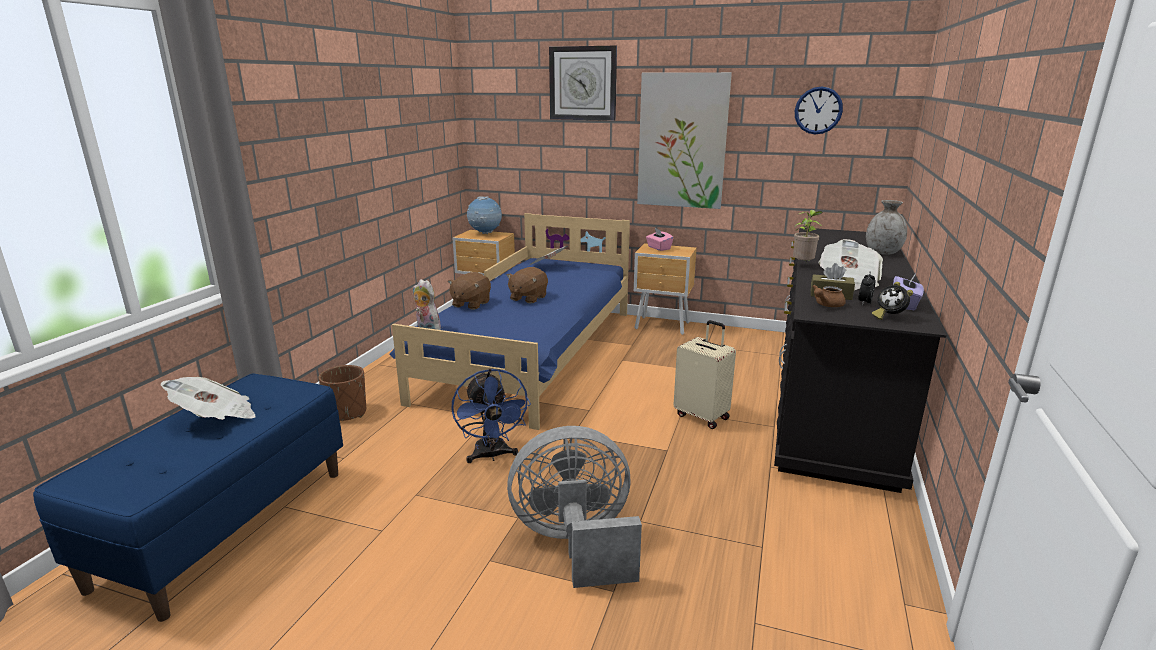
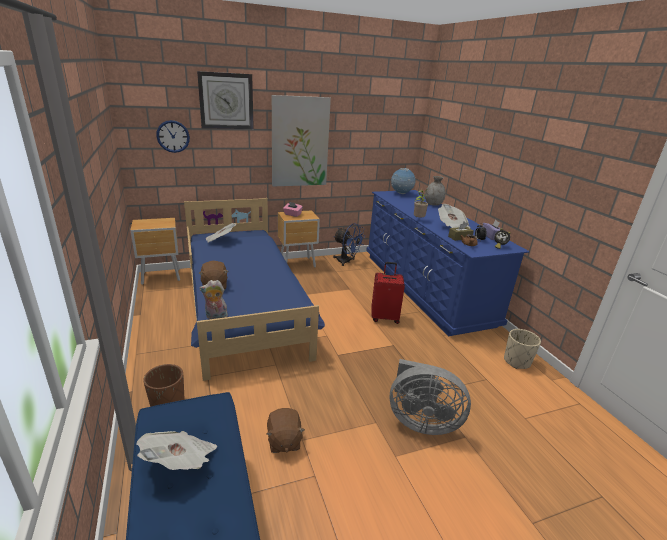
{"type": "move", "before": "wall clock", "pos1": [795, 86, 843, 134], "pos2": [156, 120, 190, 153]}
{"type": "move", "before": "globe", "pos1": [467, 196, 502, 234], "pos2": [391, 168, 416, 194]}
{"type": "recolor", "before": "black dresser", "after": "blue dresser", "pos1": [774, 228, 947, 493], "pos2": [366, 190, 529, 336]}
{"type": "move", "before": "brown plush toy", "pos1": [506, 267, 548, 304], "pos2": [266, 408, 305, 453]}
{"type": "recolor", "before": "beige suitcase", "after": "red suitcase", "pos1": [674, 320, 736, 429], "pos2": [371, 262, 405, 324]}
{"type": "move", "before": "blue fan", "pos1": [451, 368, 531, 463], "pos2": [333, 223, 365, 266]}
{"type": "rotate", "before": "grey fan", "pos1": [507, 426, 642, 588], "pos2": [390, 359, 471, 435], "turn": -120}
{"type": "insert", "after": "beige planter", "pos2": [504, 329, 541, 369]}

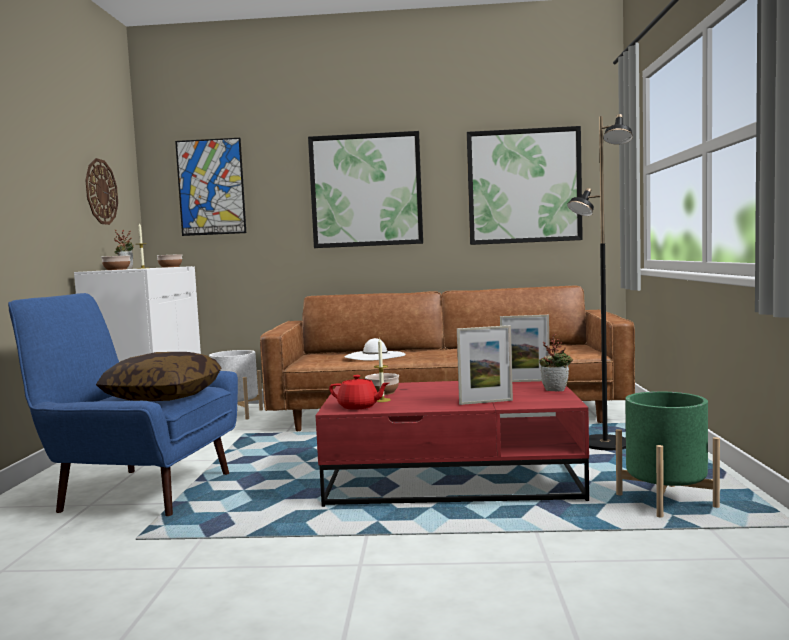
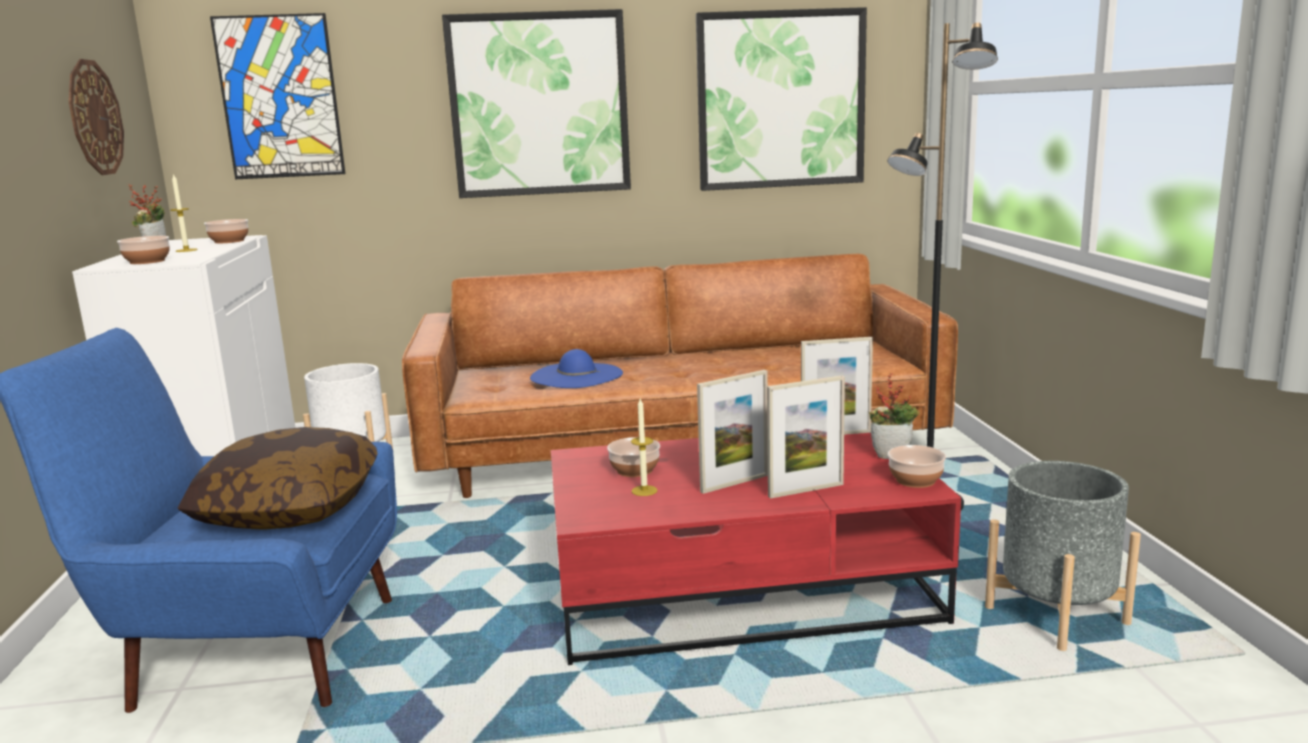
{"type": "recolor", "before": "white hat", "after": "blue hat", "pos1": [345, 338, 406, 361], "pos2": [530, 349, 623, 388]}
{"type": "delete", "before": "red teapot", "pos1": [329, 375, 389, 410]}
{"type": "recolor", "before": "green planter", "after": "grey planter", "pos1": [616, 391, 720, 518], "pos2": [985, 461, 1141, 651]}
{"type": "insert", "after": "picture frame", "pos2": [697, 370, 768, 494]}
{"type": "insert", "after": "bowl", "pos2": [888, 445, 946, 488]}

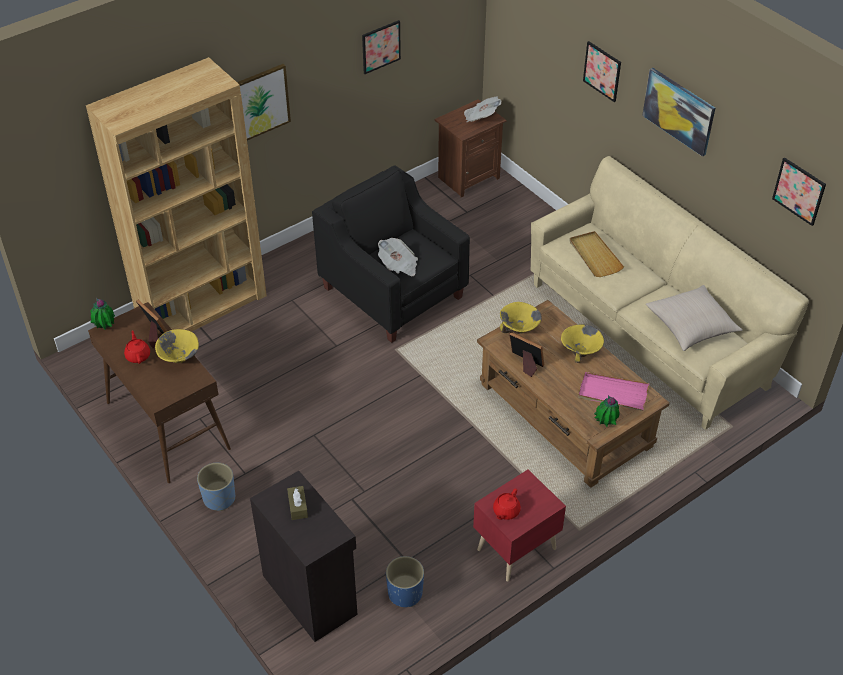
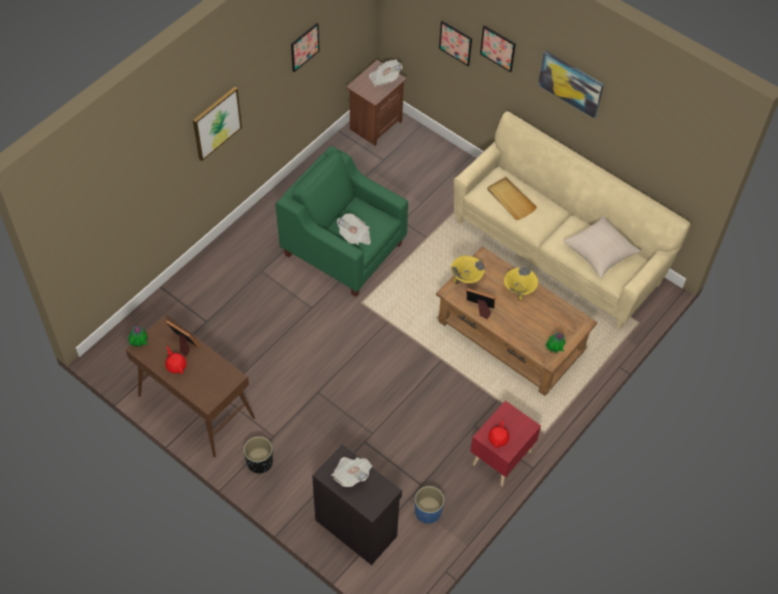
{"type": "delete", "before": "brown bookcase", "pos1": [86, 57, 267, 332]}
{"type": "move", "before": "picture", "pos1": [772, 157, 826, 226], "pos2": [439, 21, 472, 66]}
{"type": "recolor", "before": "black armchair", "after": "green armchair", "pos1": [312, 165, 470, 343], "pos2": [275, 146, 408, 297]}
{"type": "delete", "before": "yellow bowl", "pos1": [155, 329, 199, 363]}
{"type": "delete", "before": "pink tray", "pos1": [578, 372, 649, 411]}
{"type": "recolor", "before": "blue planter", "after": "black planter", "pos1": [197, 463, 235, 511], "pos2": [244, 436, 273, 473]}
{"type": "replace", "before": "brown tissue box", "after": "newspaper", "pos1": [287, 486, 308, 520], "pos2": [331, 457, 372, 487]}

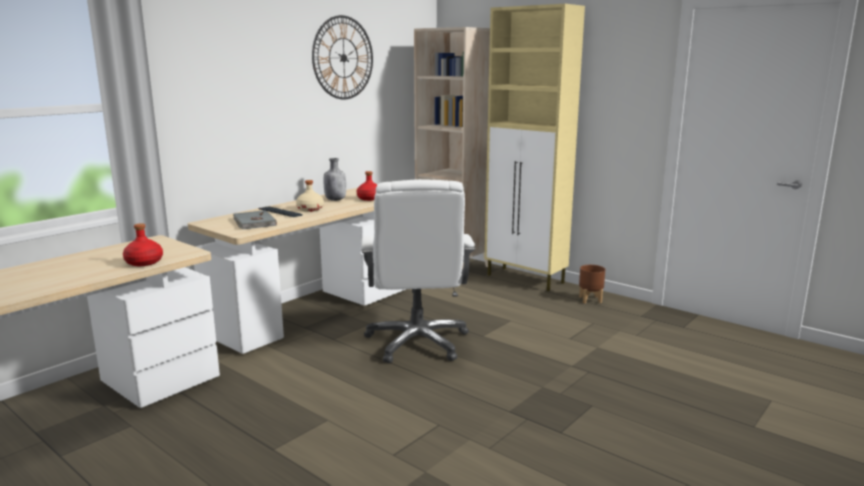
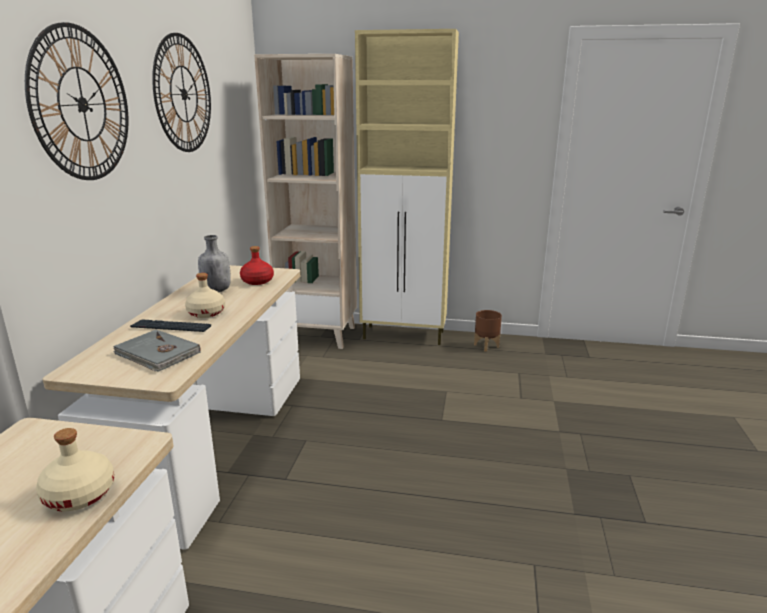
{"type": "delete", "before": "white office chair", "pos1": [361, 179, 475, 363]}
{"type": "recolor", "before": "red bottle", "after": "beige bottle", "pos1": [123, 223, 163, 266], "pos2": [36, 428, 114, 511]}
{"type": "insert", "after": "wall clock", "pos2": [25, 22, 128, 180]}

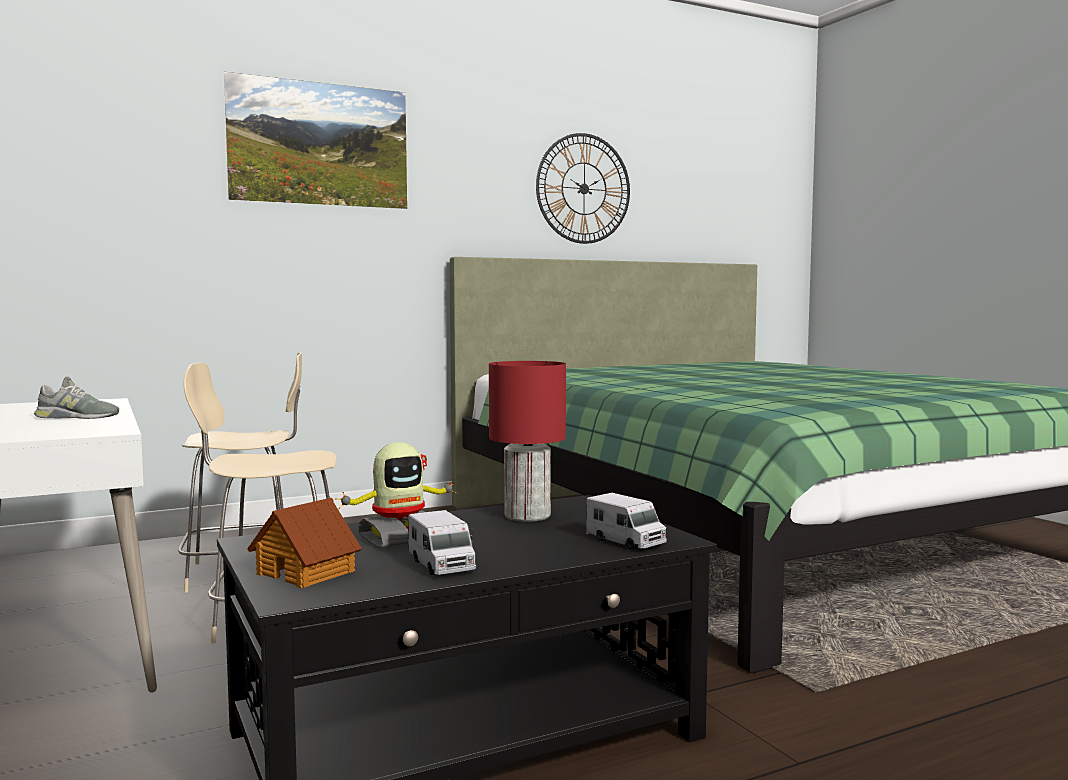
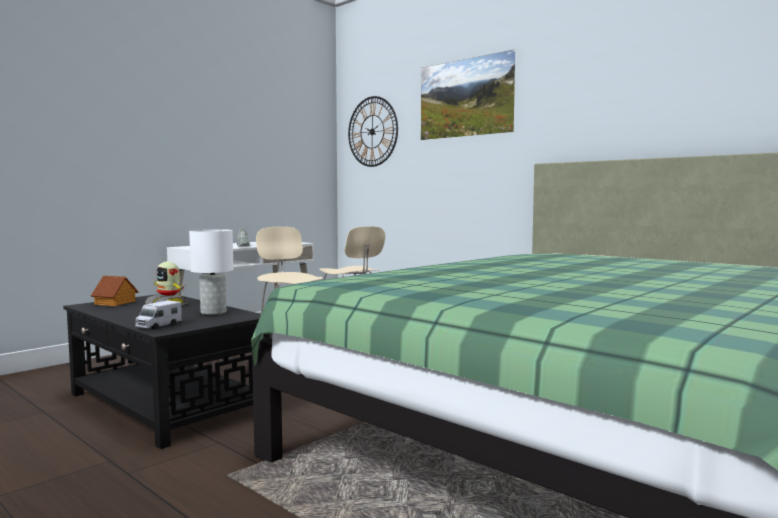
{"type": "move", "before": "wall clock", "pos1": [536, 133, 630, 244], "pos2": [348, 96, 398, 167]}
{"type": "recolor", "before": "red table lamp", "after": "white table lamp", "pos1": [489, 361, 566, 522], "pos2": [189, 229, 234, 315]}
{"type": "delete", "before": "toy truck", "pos1": [409, 510, 476, 575]}

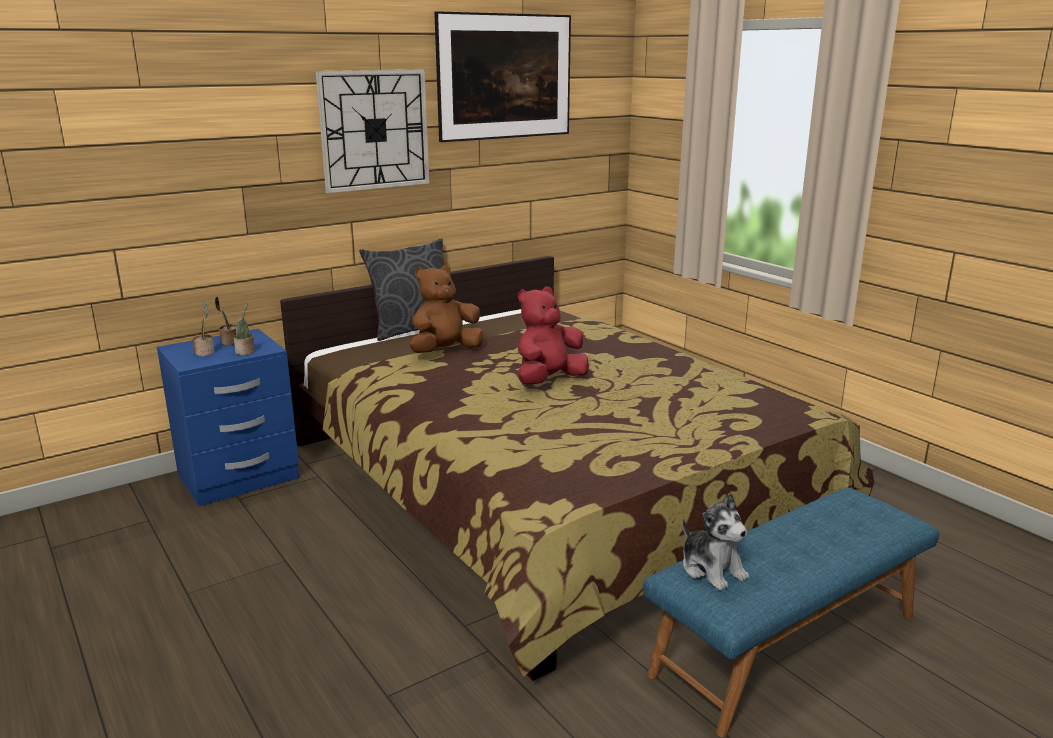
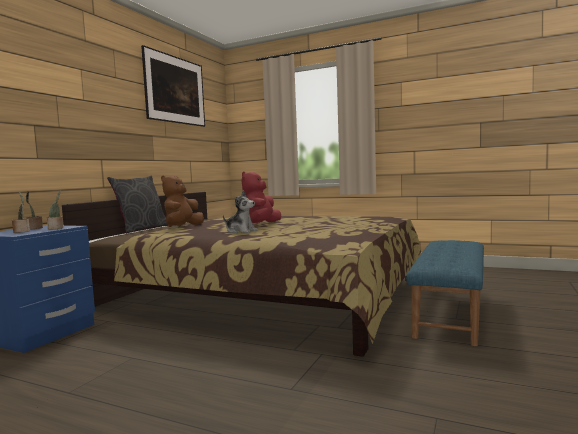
{"type": "delete", "before": "wall clock", "pos1": [316, 70, 429, 193]}
{"type": "move", "before": "plush toy", "pos1": [683, 493, 749, 591], "pos2": [223, 190, 258, 233]}

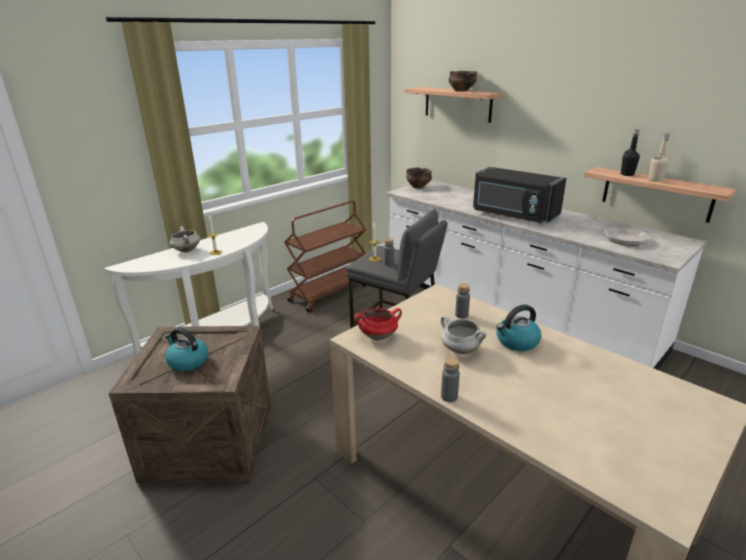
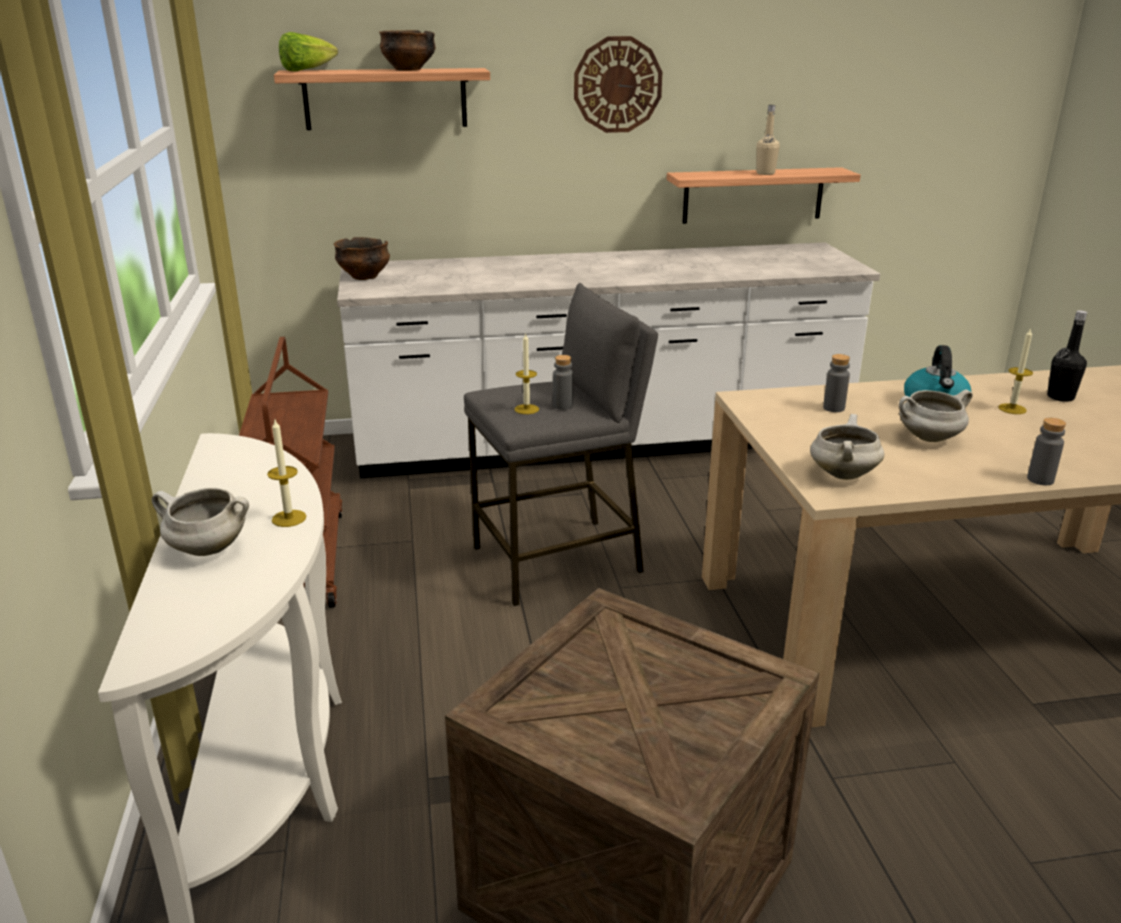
{"type": "move", "before": "black bottle", "pos1": [621, 130, 640, 176], "pos2": [1047, 310, 1087, 402]}
{"type": "delete", "before": "black microwave", "pos1": [473, 167, 567, 224]}
{"type": "delete", "before": "frying pan", "pos1": [584, 219, 650, 246]}
{"type": "recolor", "before": "red cooking pot", "after": "white cooking pot", "pos1": [354, 308, 402, 341], "pos2": [810, 414, 884, 480]}
{"type": "delete", "before": "kettle", "pos1": [165, 327, 208, 371]}
{"type": "insert", "after": "lettuce", "pos2": [279, 32, 338, 72]}
{"type": "insert", "after": "wall clock", "pos2": [574, 36, 662, 133]}
{"type": "insert", "after": "candle", "pos2": [998, 328, 1033, 414]}

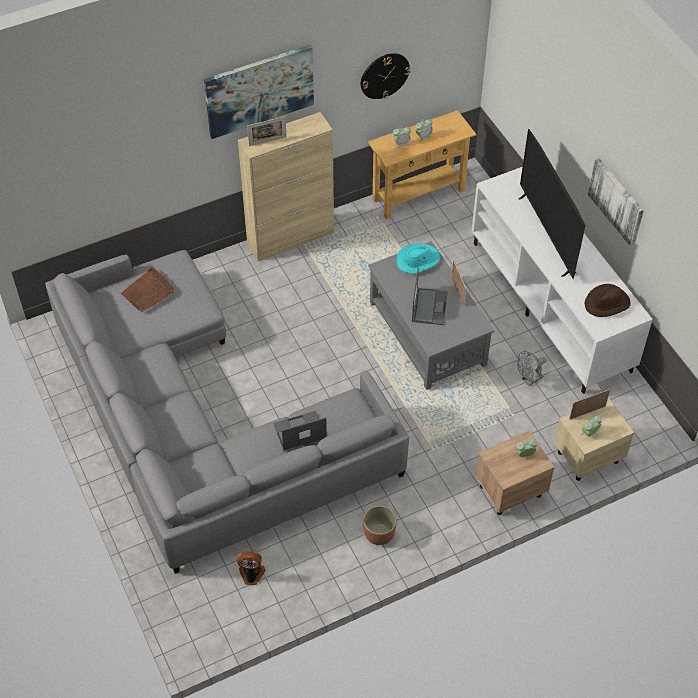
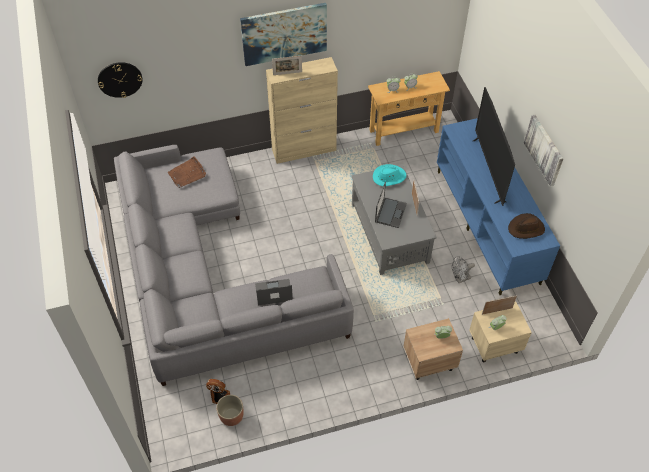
{"type": "move", "before": "wall clock", "pos1": [361, 53, 410, 99], "pos2": [98, 62, 142, 98]}
{"type": "recolor", "before": "white tv stand", "after": "blue tv stand", "pos1": [472, 167, 653, 394], "pos2": [437, 118, 560, 295]}
{"type": "move", "before": "planter", "pos1": [363, 506, 397, 545], "pos2": [216, 395, 244, 426]}

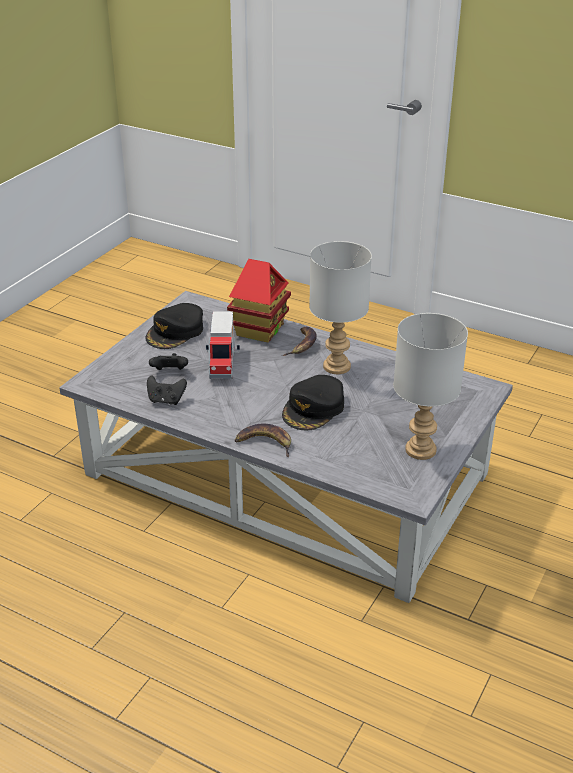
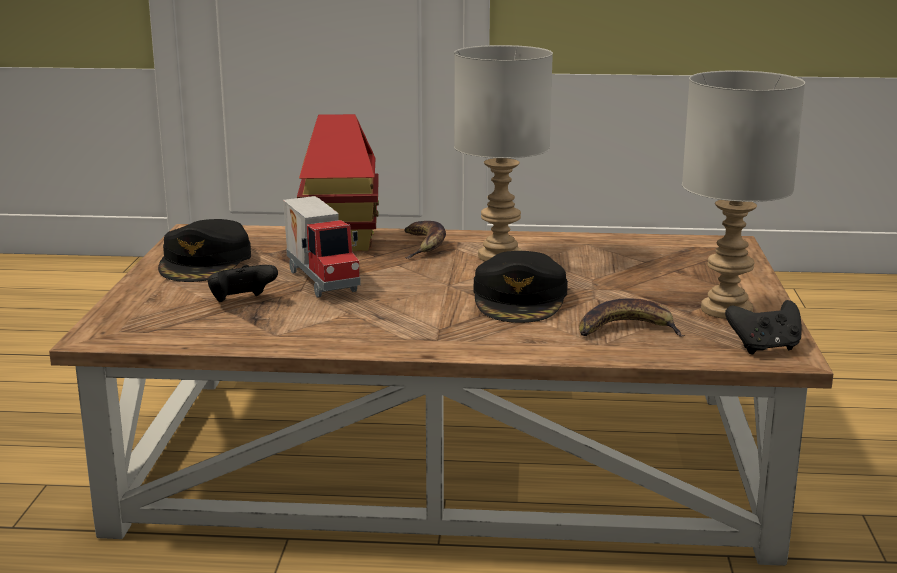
{"type": "recolor", "before": "grey coffee table", "after": "brown coffee table", "pos1": [59, 291, 513, 603], "pos2": [49, 224, 833, 566]}
{"type": "move", "before": "black game controller", "pos1": [147, 375, 187, 405], "pos2": [725, 300, 801, 355]}
{"type": "move", "before": "banana", "pos1": [234, 424, 291, 457], "pos2": [579, 298, 685, 337]}

